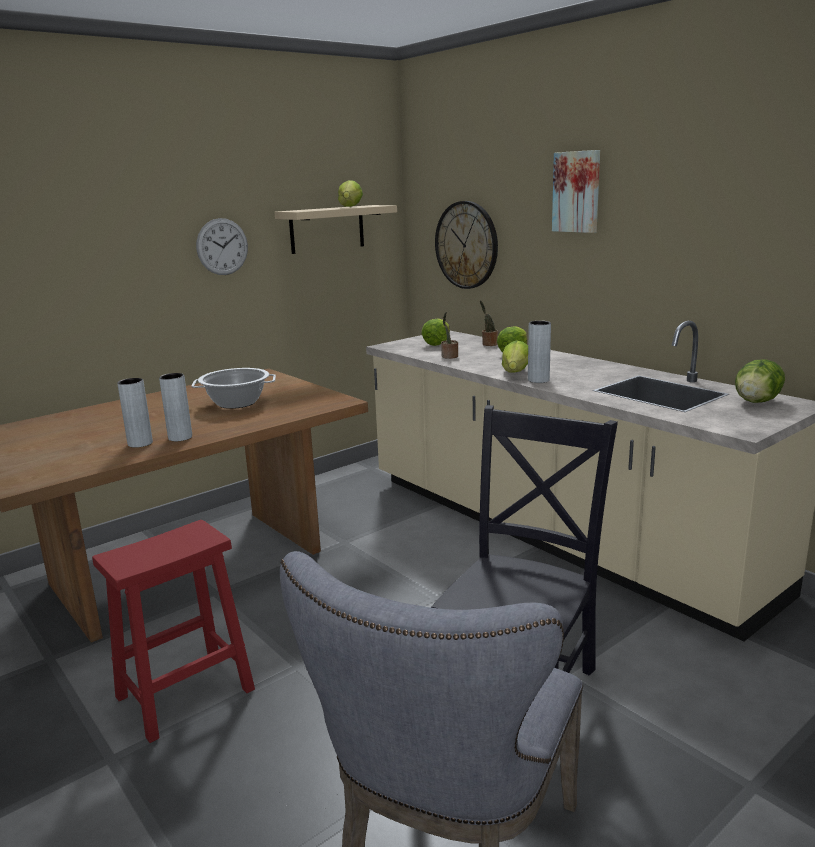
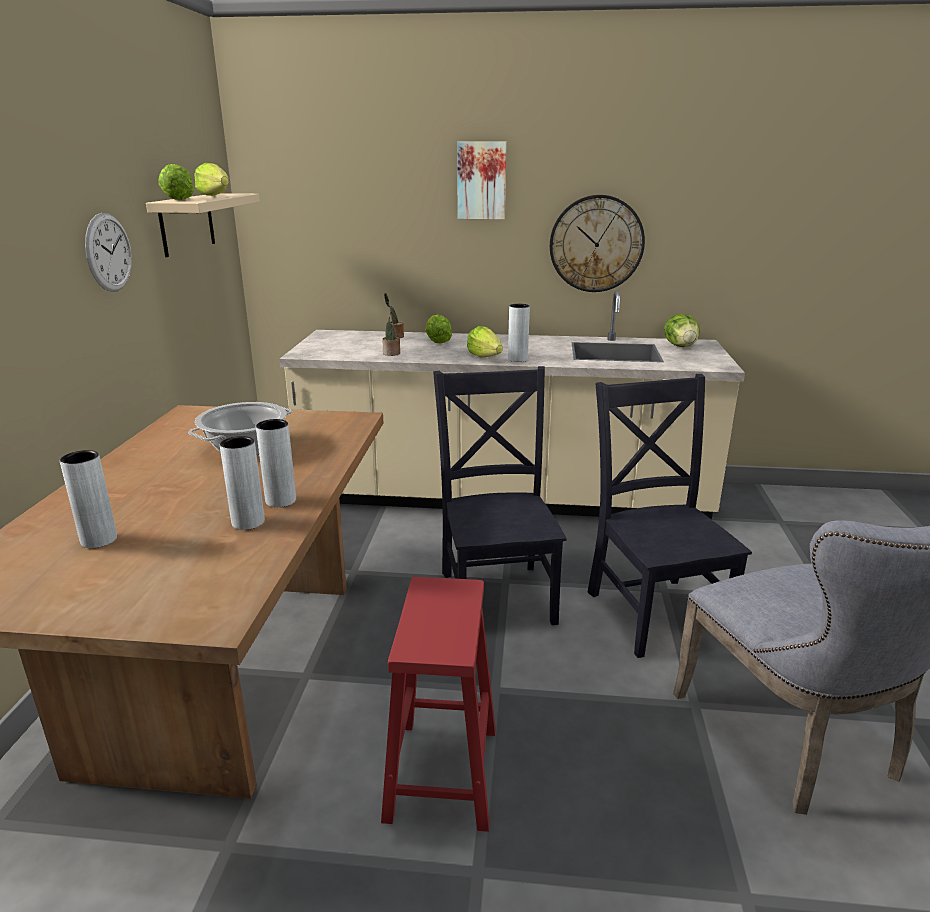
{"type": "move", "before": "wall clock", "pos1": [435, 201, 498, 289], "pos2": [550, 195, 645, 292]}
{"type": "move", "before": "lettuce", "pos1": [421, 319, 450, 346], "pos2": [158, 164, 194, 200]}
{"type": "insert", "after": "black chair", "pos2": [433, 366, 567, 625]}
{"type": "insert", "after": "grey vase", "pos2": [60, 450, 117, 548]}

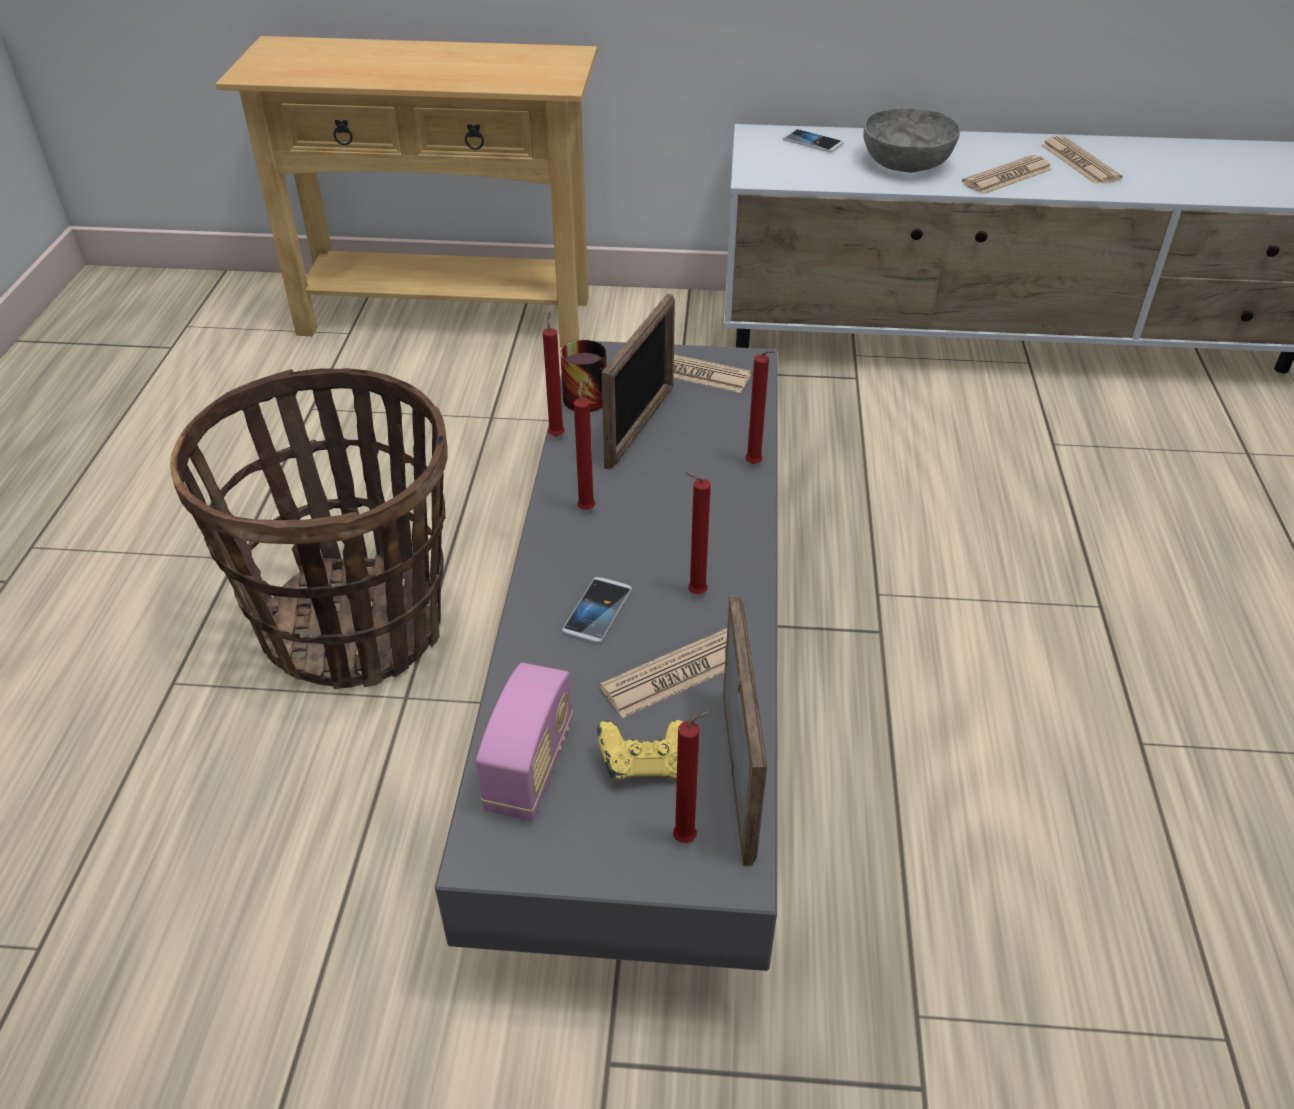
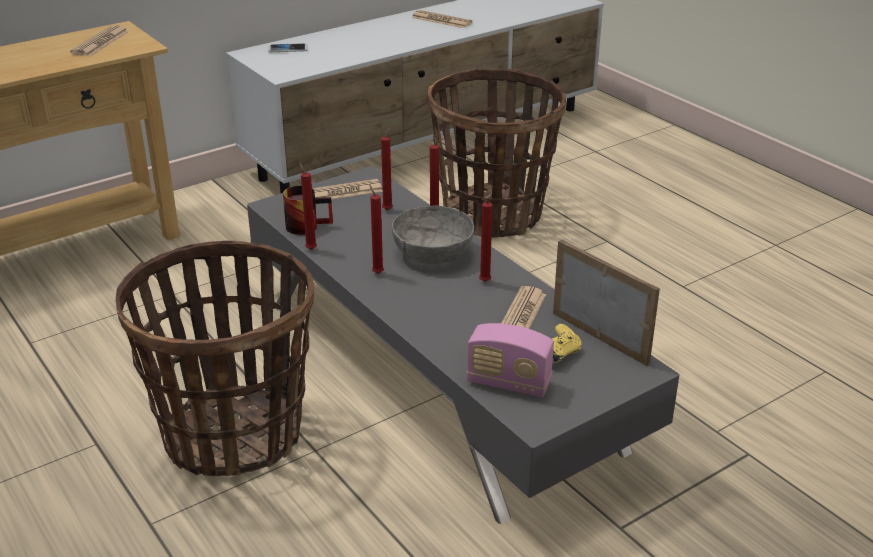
{"type": "move", "before": "grey bowl", "pos1": [864, 108, 960, 173], "pos2": [392, 206, 474, 264]}
{"type": "move", "before": "newspaper", "pos1": [962, 155, 1053, 194], "pos2": [70, 25, 129, 56]}
{"type": "delete", "before": "picture frame", "pos1": [601, 293, 675, 470]}
{"type": "delete", "before": "phone", "pos1": [562, 577, 632, 643]}
{"type": "rotate", "before": "radio", "pos1": [476, 663, 573, 821], "pos2": [467, 323, 554, 397], "turn": 135}
{"type": "move", "before": "red candle", "pos1": [673, 711, 712, 843], "pos2": [381, 127, 393, 210]}
{"type": "insert", "after": "basket", "pos2": [428, 68, 566, 238]}

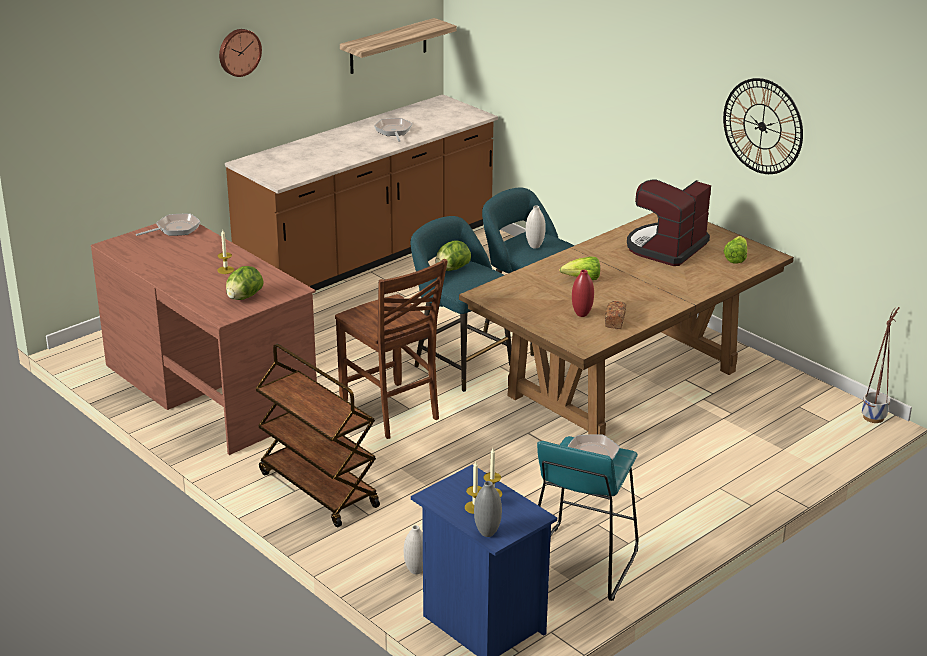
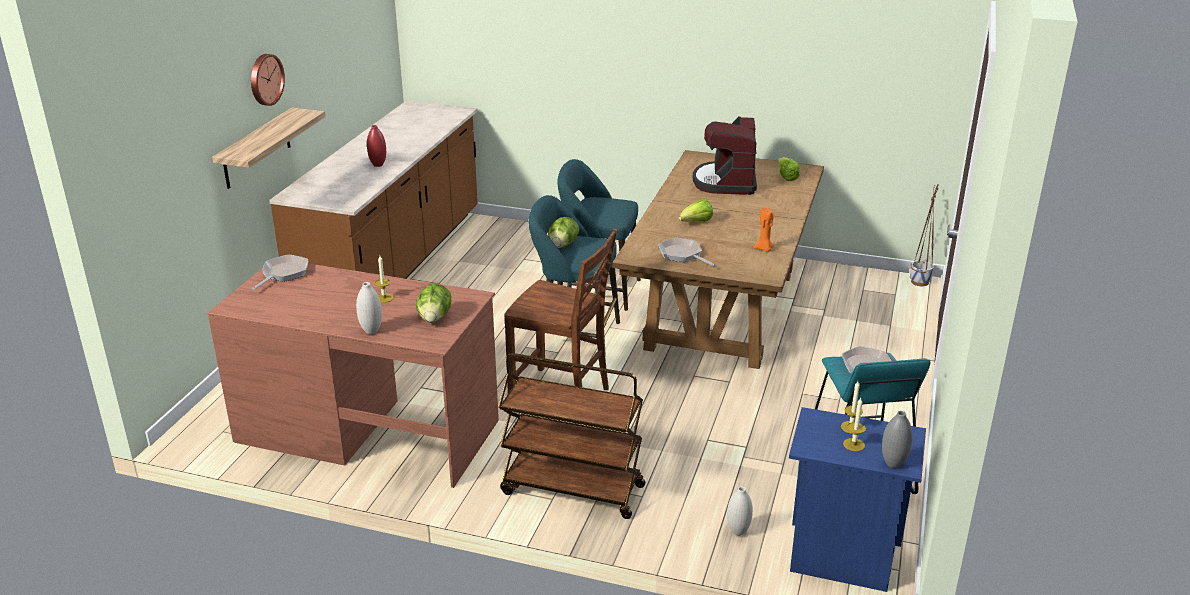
{"type": "move", "before": "shelf", "pos1": [340, 18, 457, 74], "pos2": [212, 108, 326, 189]}
{"type": "delete", "before": "wall clock", "pos1": [723, 78, 803, 174]}
{"type": "move", "before": "frying pan", "pos1": [374, 118, 413, 142], "pos2": [658, 237, 715, 266]}
{"type": "move", "before": "white vase", "pos1": [526, 205, 546, 249], "pos2": [356, 282, 382, 334]}
{"type": "move", "before": "red vase", "pos1": [572, 270, 594, 317], "pos2": [367, 125, 386, 167]}
{"type": "replace", "before": "bread", "after": "orange candle", "pos1": [605, 301, 626, 329], "pos2": [754, 207, 774, 252]}

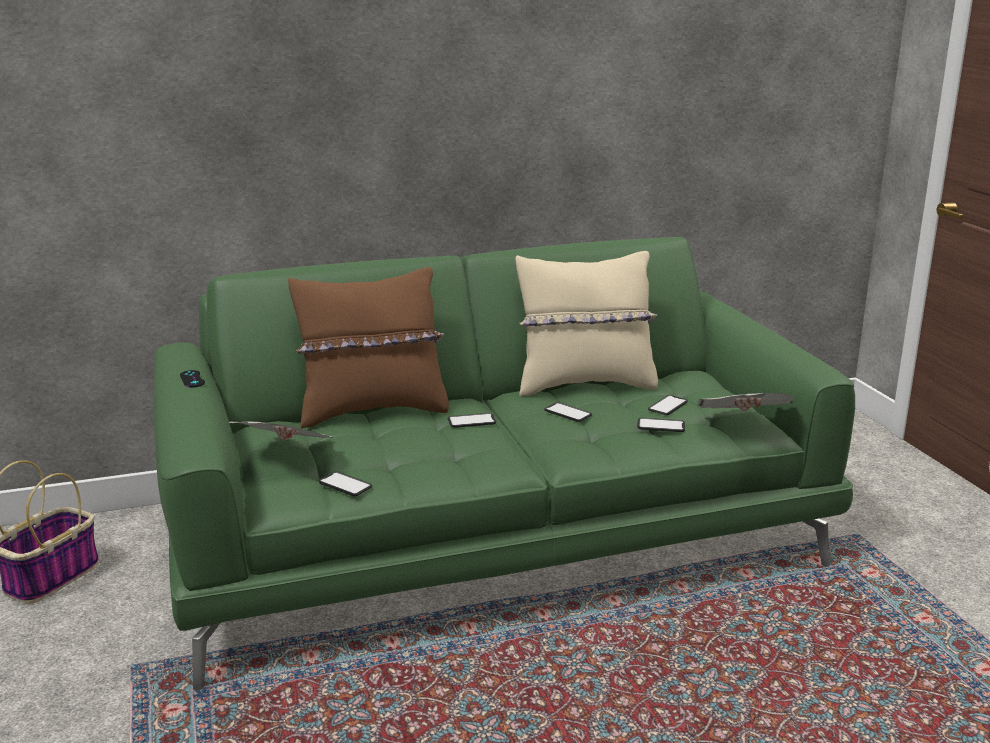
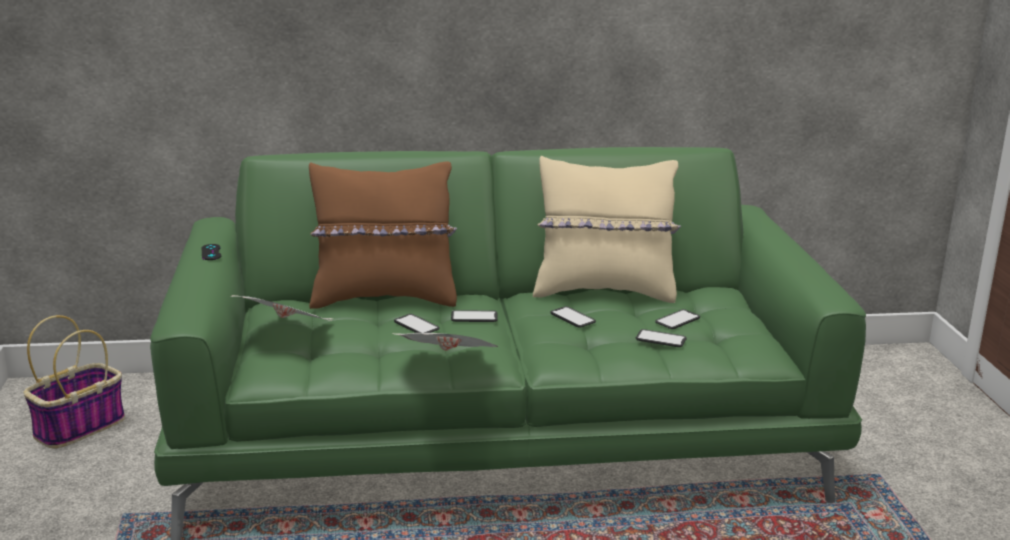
{"type": "move", "before": "newspaper", "pos1": [697, 393, 793, 411], "pos2": [392, 333, 498, 351]}
{"type": "move", "before": "phone", "pos1": [319, 471, 372, 496], "pos2": [394, 314, 439, 333]}

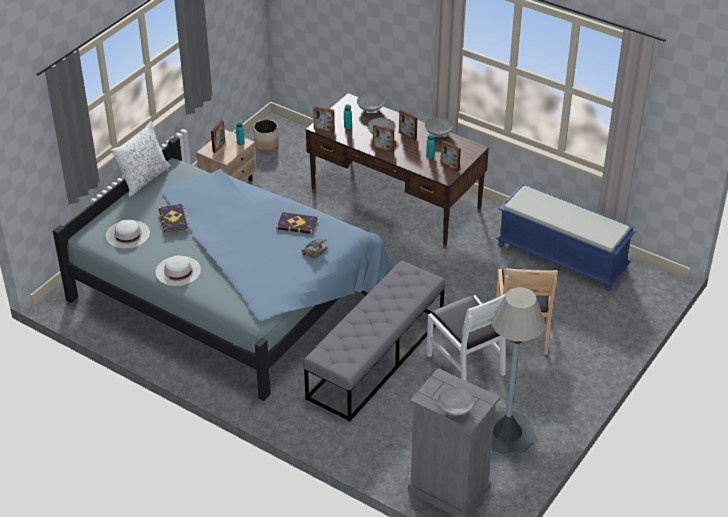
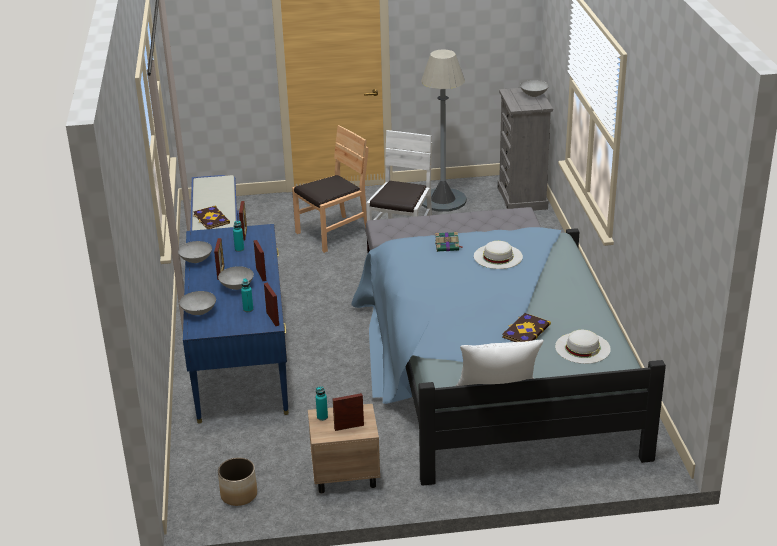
{"type": "recolor", "before": "brown desk", "after": "blue desk", "pos1": [306, 93, 489, 249], "pos2": [183, 224, 289, 423]}
{"type": "move", "before": "book", "pos1": [276, 212, 318, 234], "pos2": [193, 206, 230, 229]}
{"type": "move", "before": "white hat", "pos1": [156, 256, 201, 286], "pos2": [474, 241, 523, 269]}

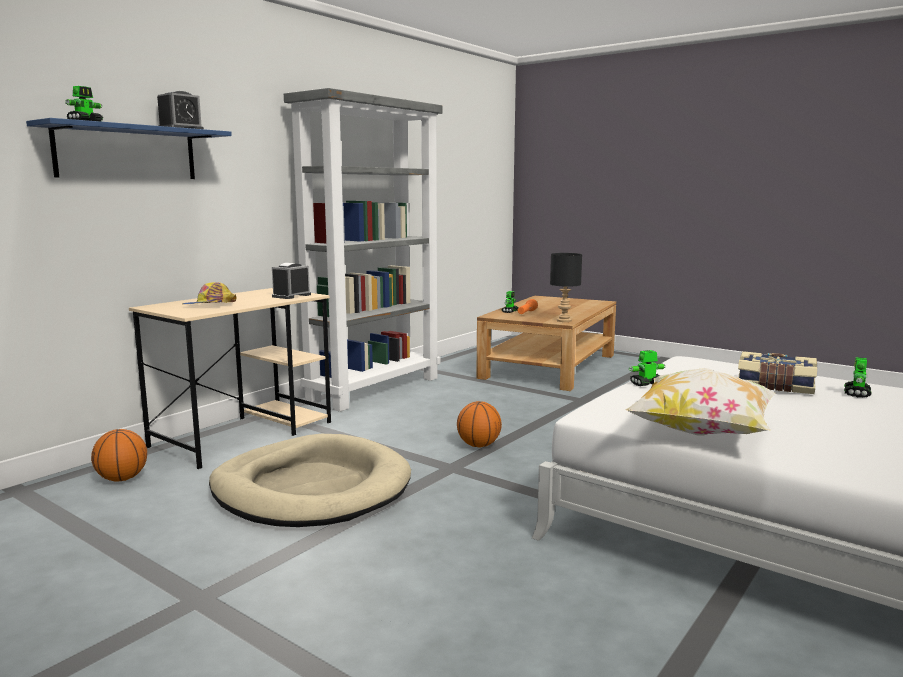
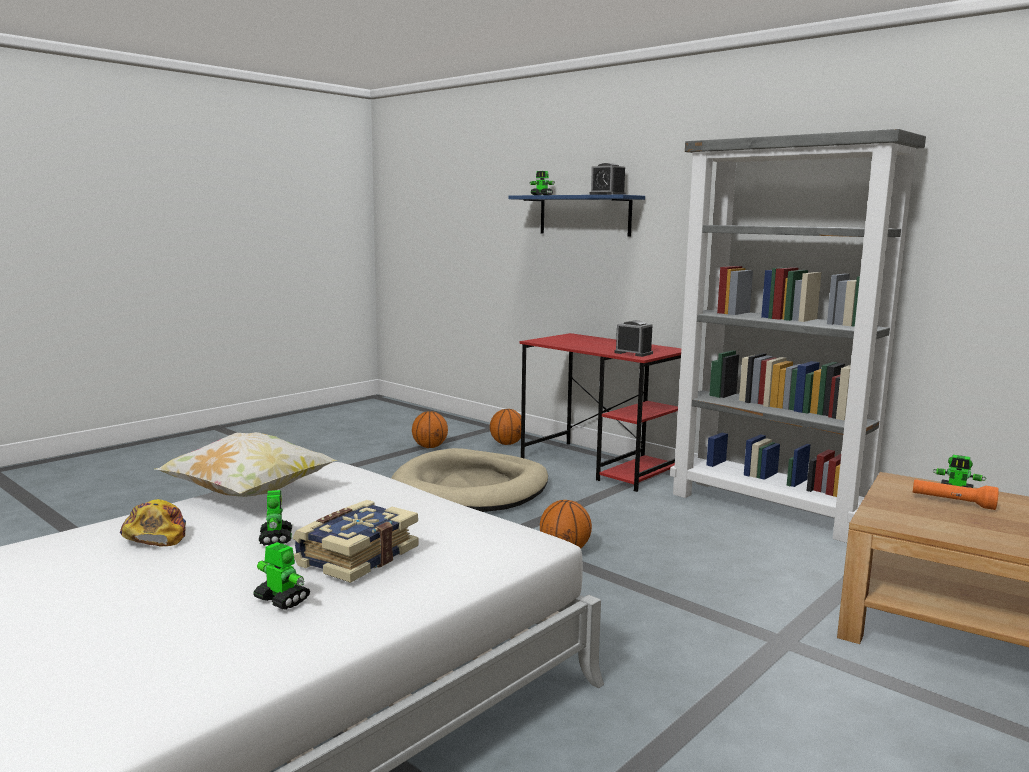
{"type": "delete", "before": "black table lamp", "pos1": [550, 253, 582, 322]}
{"type": "move", "before": "cap", "pos1": [182, 282, 237, 304], "pos2": [120, 499, 186, 546]}
{"type": "recolor", "before": "beige desk", "after": "red desk", "pos1": [129, 288, 331, 469], "pos2": [520, 333, 681, 492]}
{"type": "move", "before": "toy robot", "pos1": [629, 350, 665, 386], "pos2": [259, 490, 292, 546]}
{"type": "insert", "after": "basketball", "pos2": [412, 411, 448, 448]}

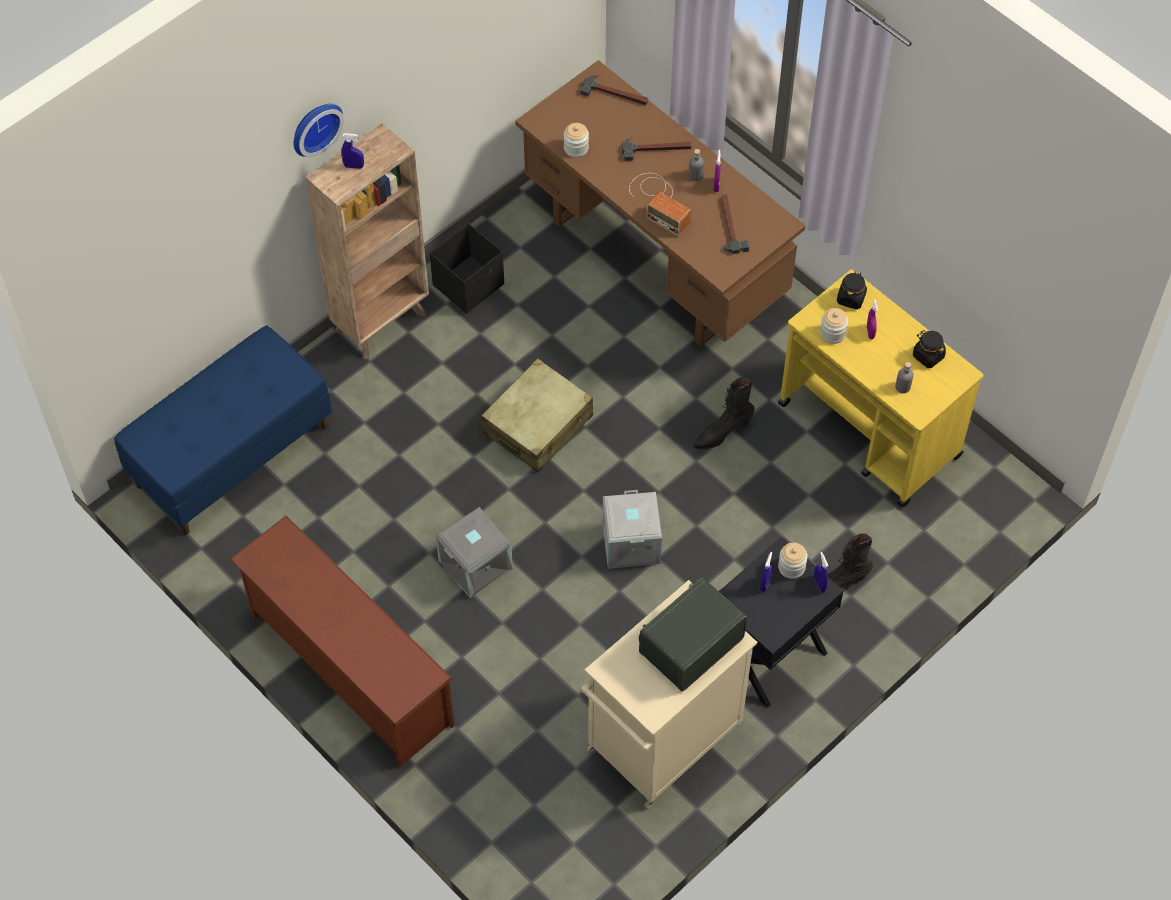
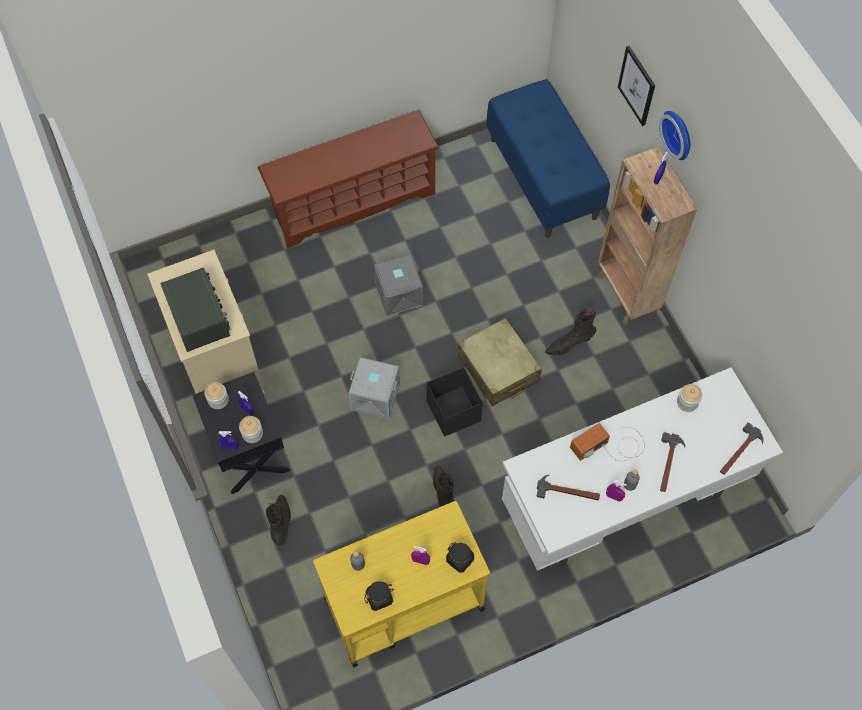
{"type": "recolor", "before": "brown desk", "after": "white desk", "pos1": [515, 60, 806, 346], "pos2": [502, 367, 783, 571]}
{"type": "move", "before": "black storage box", "pos1": [430, 223, 504, 314], "pos2": [426, 367, 483, 436]}
{"type": "move", "before": "jar", "pos1": [820, 308, 848, 344], "pos2": [205, 382, 229, 409]}
{"type": "insert", "after": "picture", "pos2": [618, 46, 655, 126]}
{"type": "insert", "after": "black boot", "pos2": [545, 307, 596, 355]}

